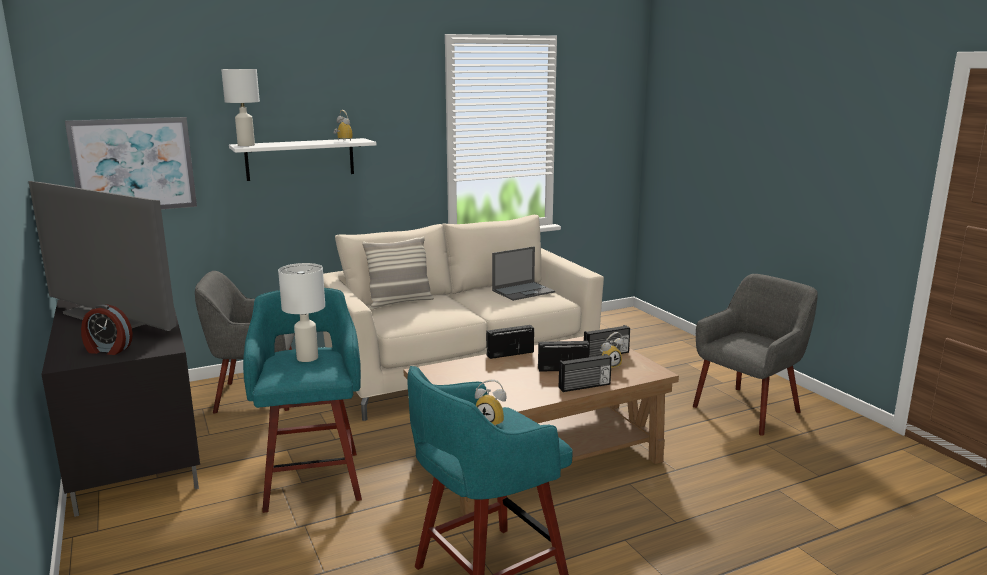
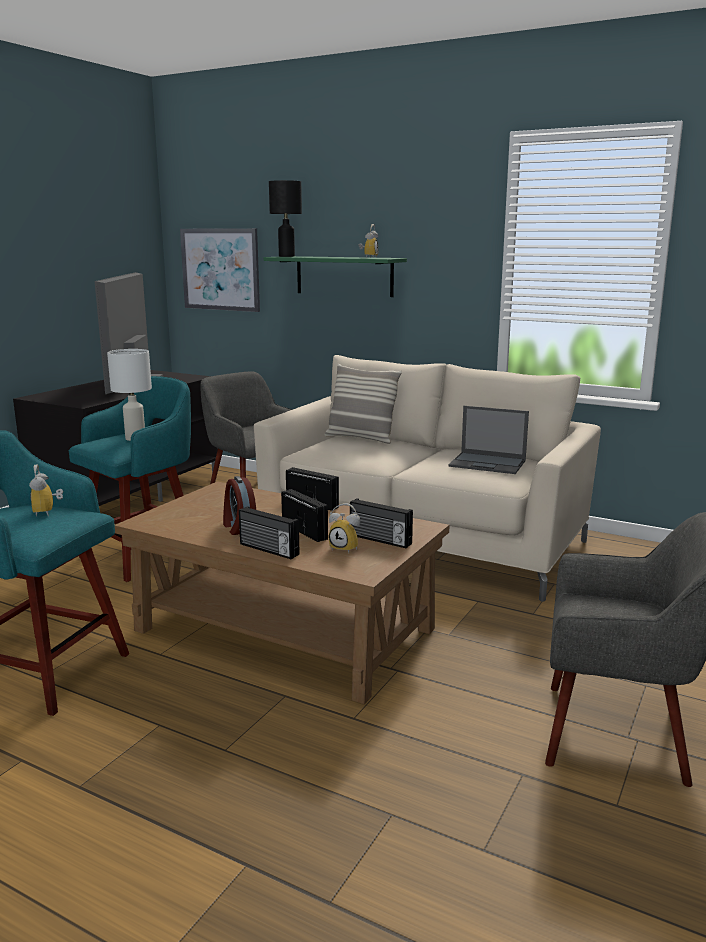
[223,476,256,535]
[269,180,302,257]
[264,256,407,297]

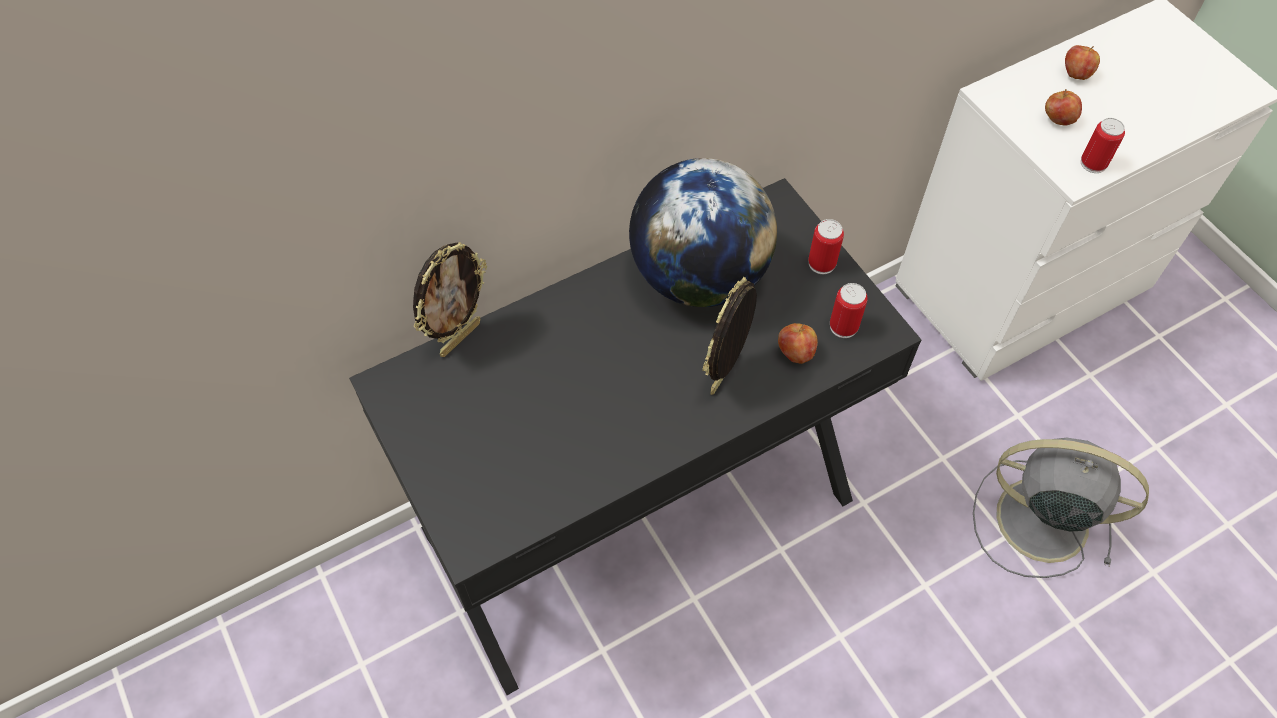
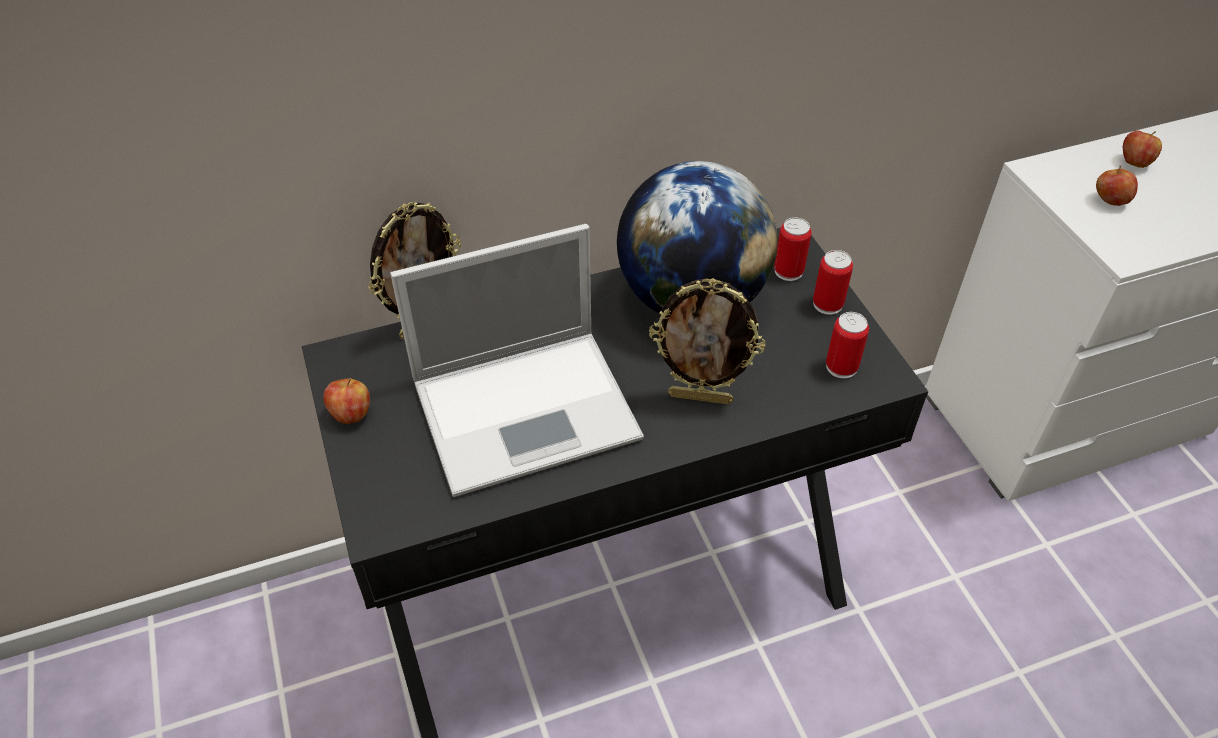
[973,438,1149,578] (first image)
[390,224,644,497]
[323,378,370,424]
[774,217,812,281]
[649,278,765,405]

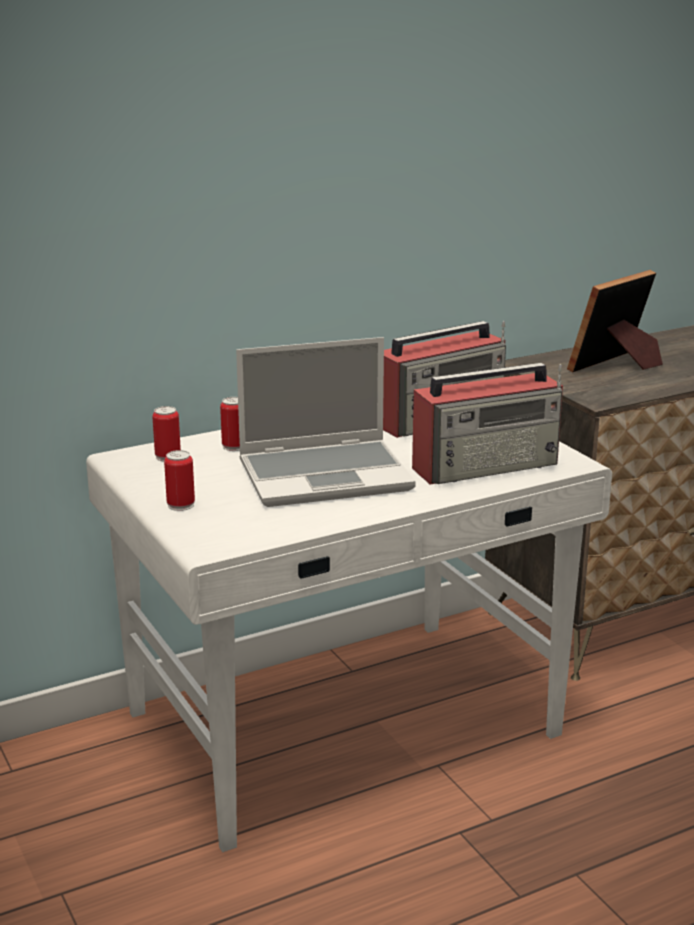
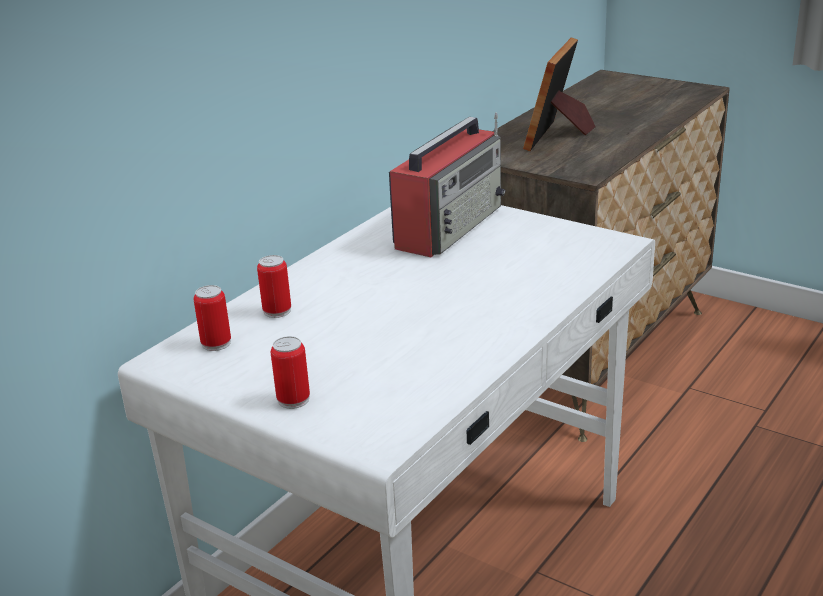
[236,337,416,507] (first image)
[412,363,563,485] (first image)

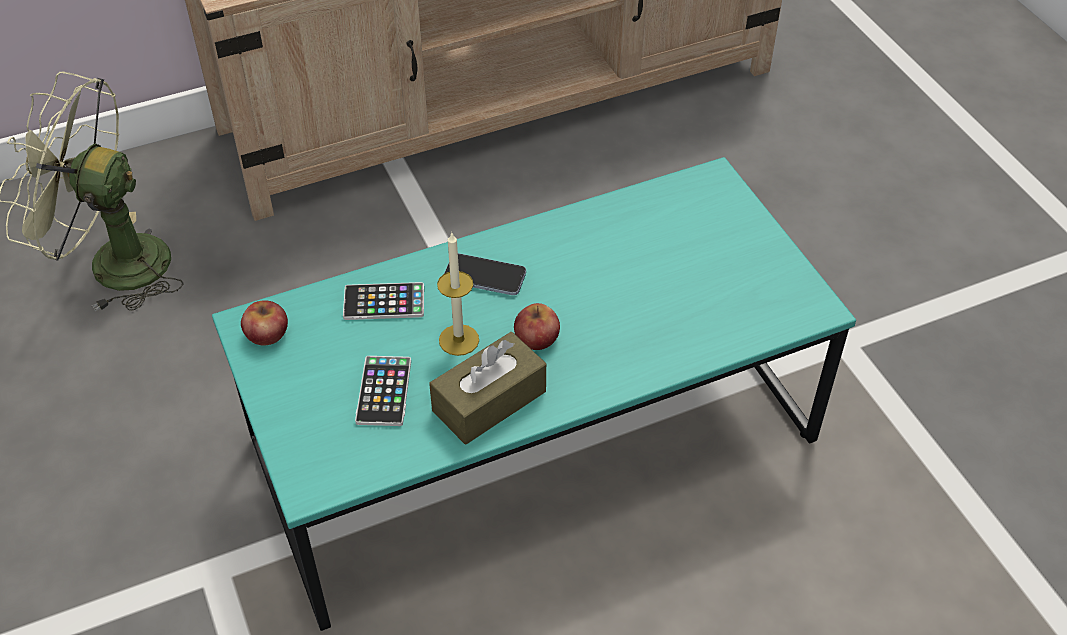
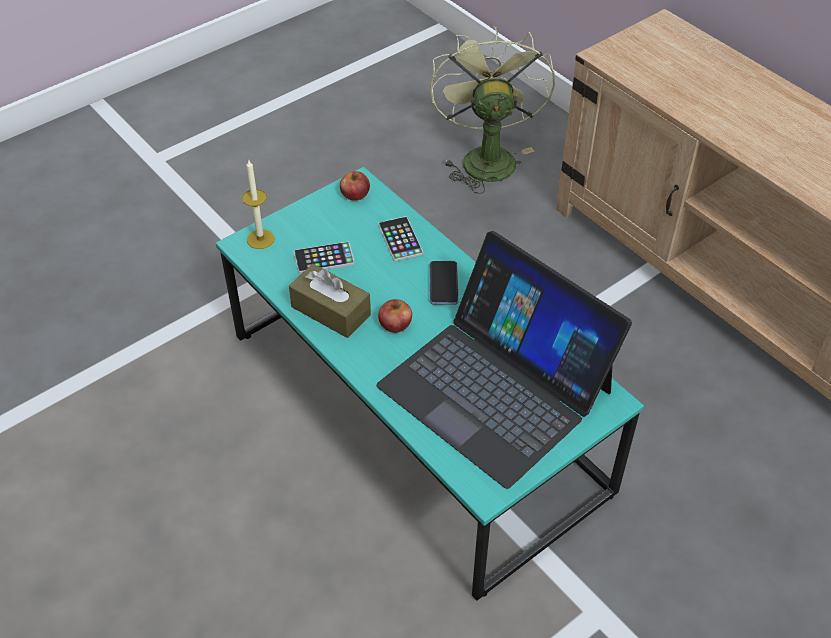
[376,231,632,489]
[242,159,275,249]

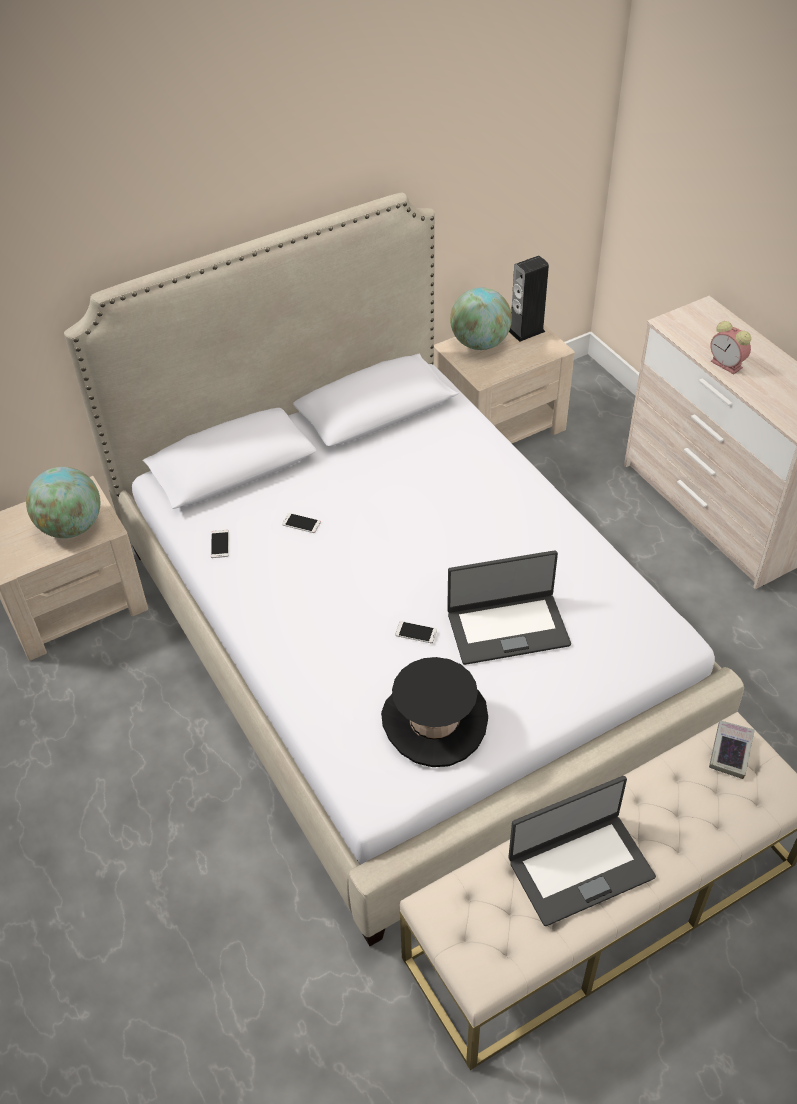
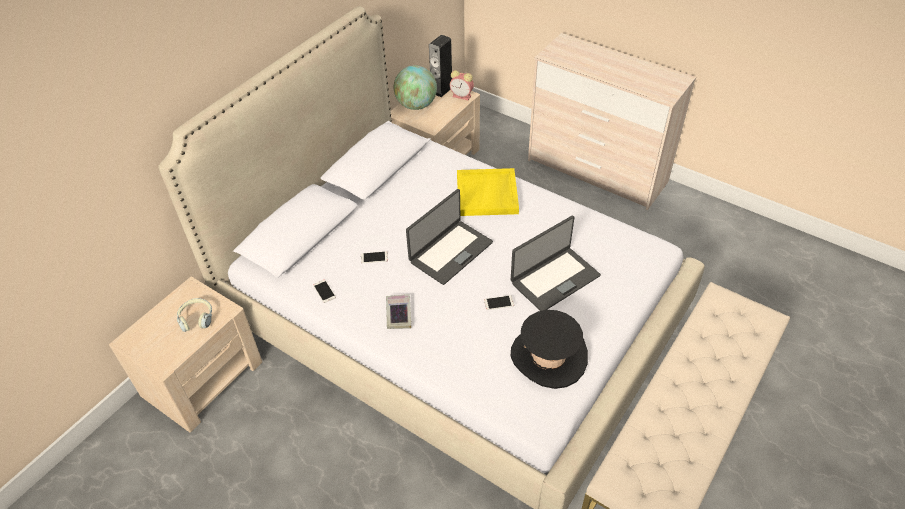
[457,168,519,216]
[406,189,493,285]
[386,294,411,329]
[450,70,474,100]
[177,298,212,332]

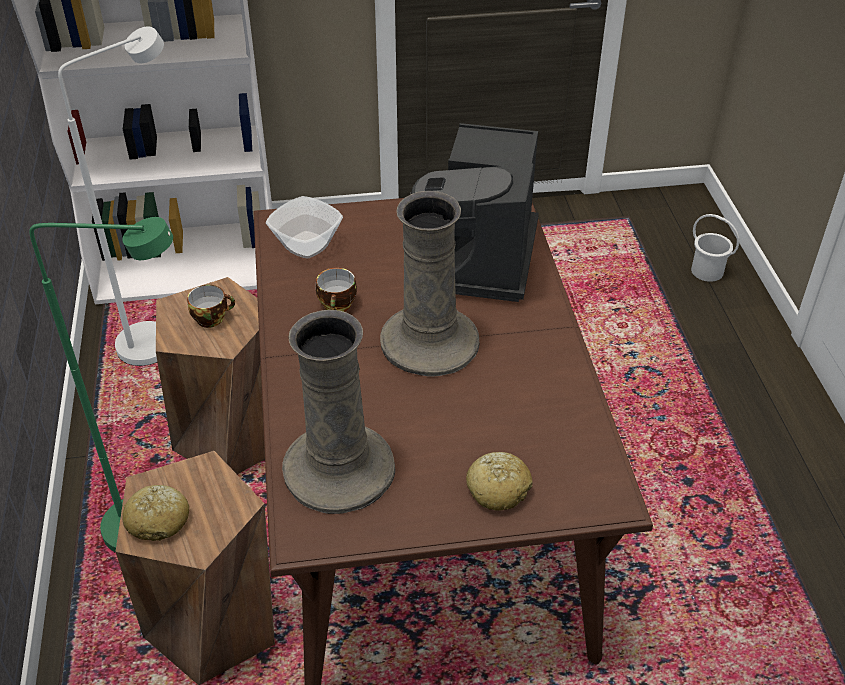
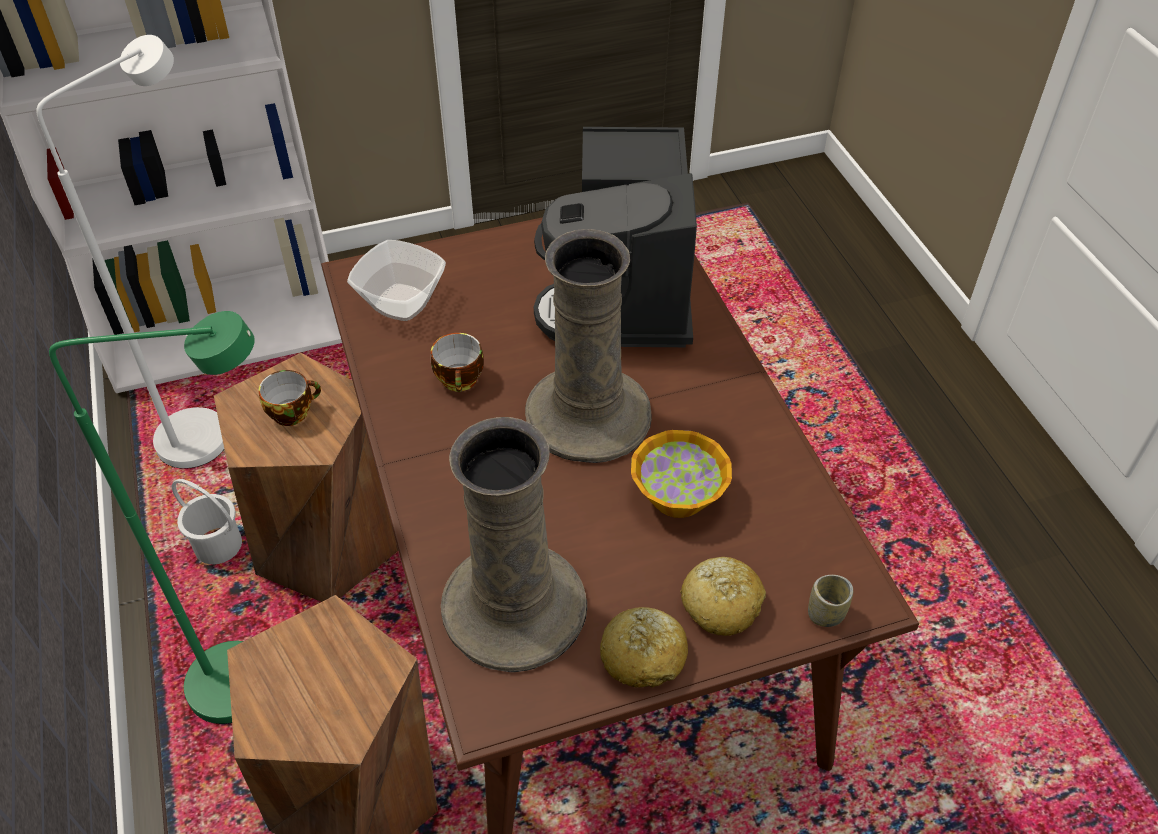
[631,430,732,518]
[808,575,853,627]
[600,607,688,688]
[172,479,242,564]

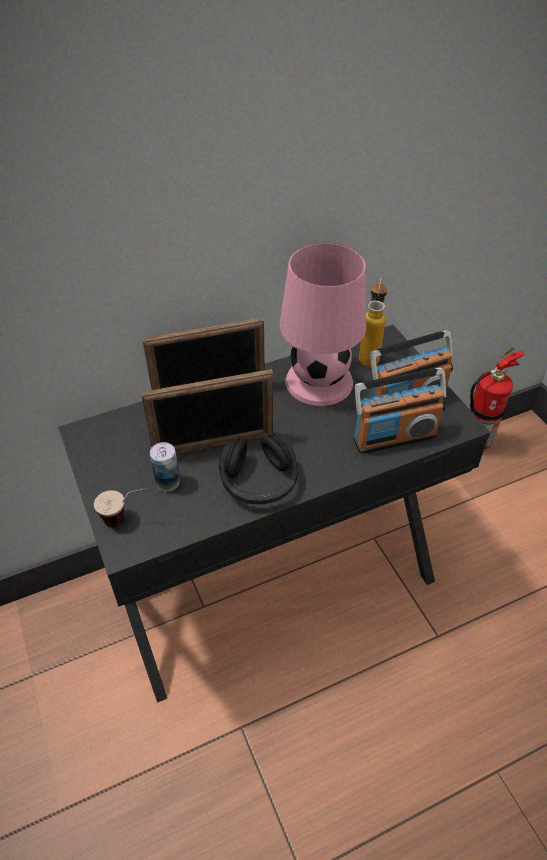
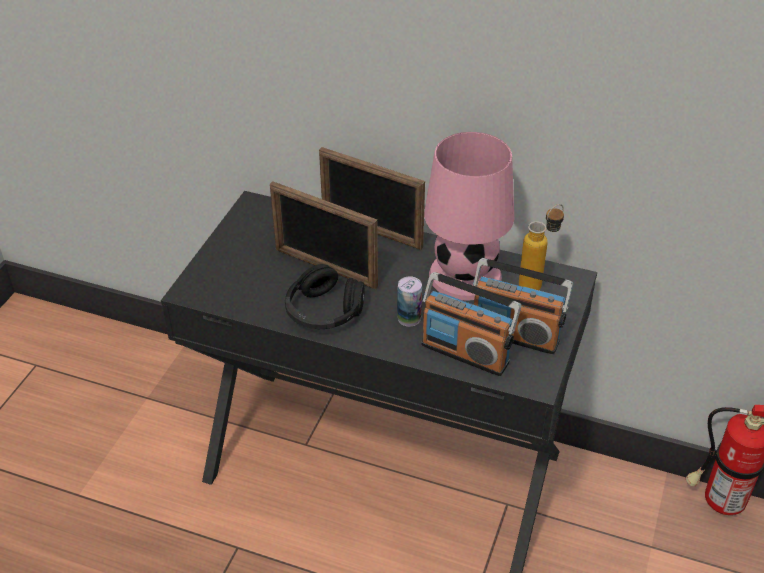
[94,488,147,527] (first image)
[397,276,422,327]

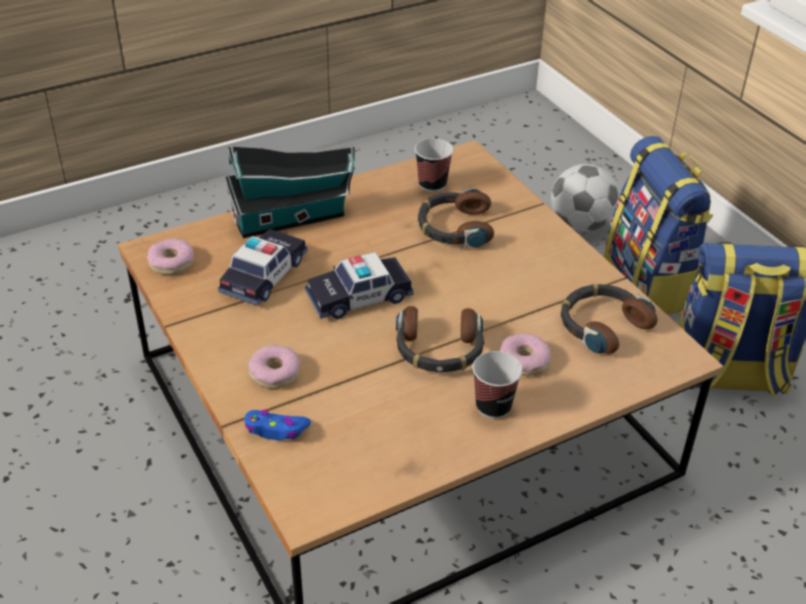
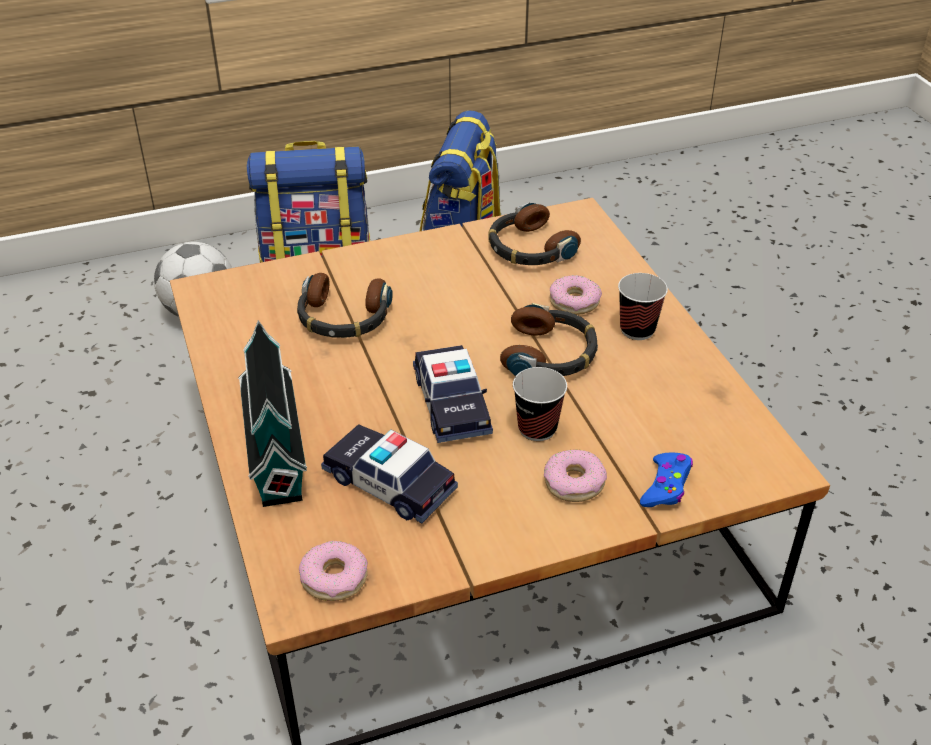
[513,367,567,441]

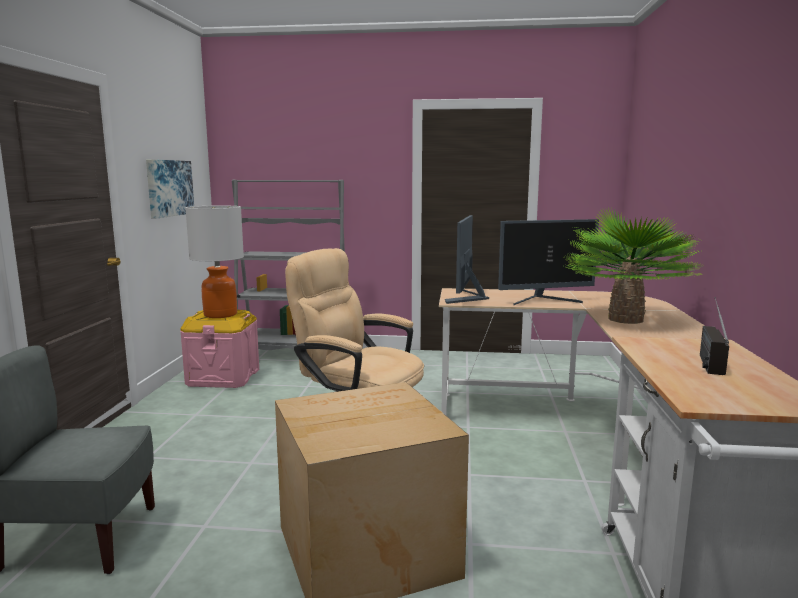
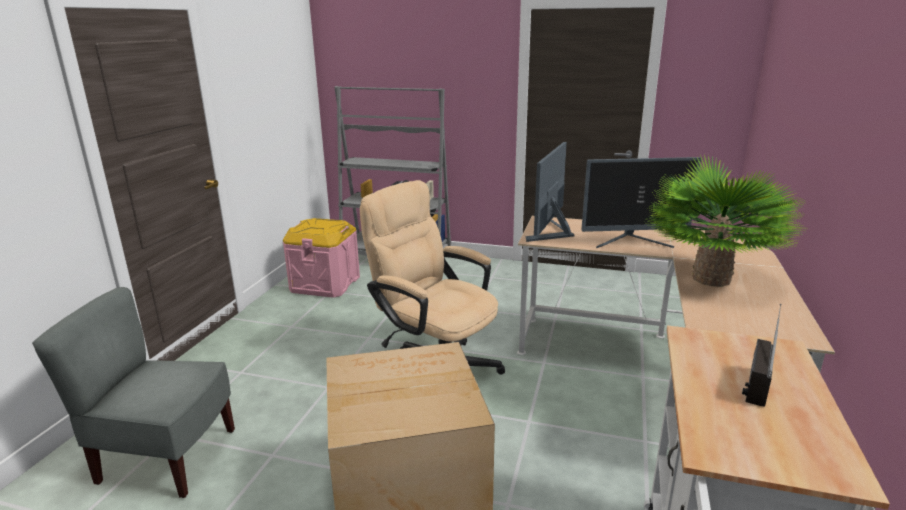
[146,159,194,219] (first image)
[185,206,244,318] (first image)

